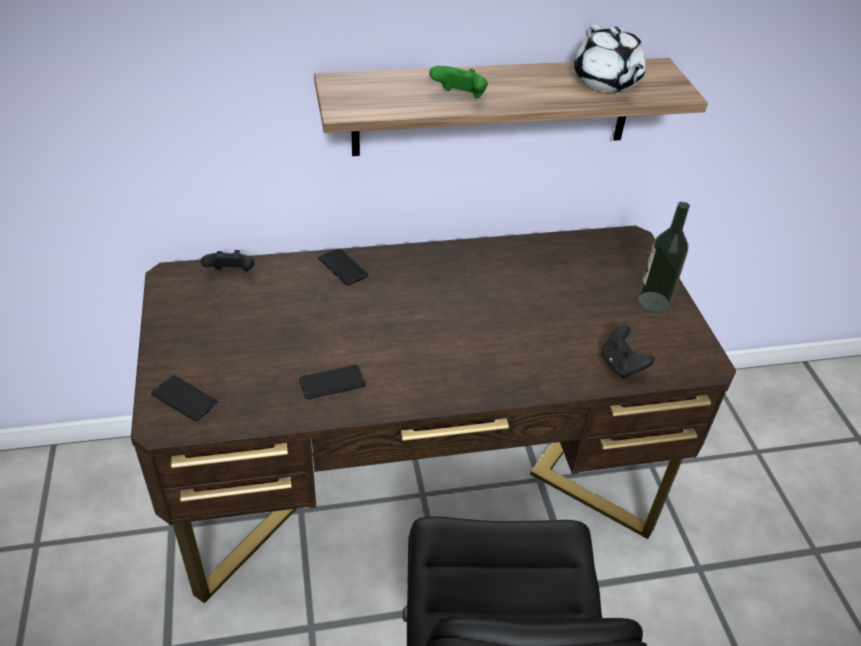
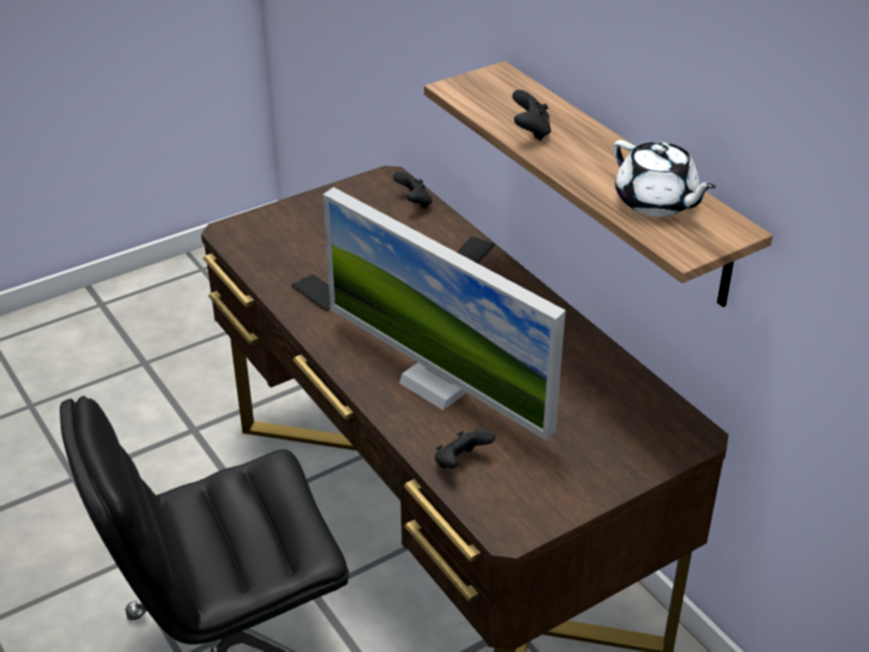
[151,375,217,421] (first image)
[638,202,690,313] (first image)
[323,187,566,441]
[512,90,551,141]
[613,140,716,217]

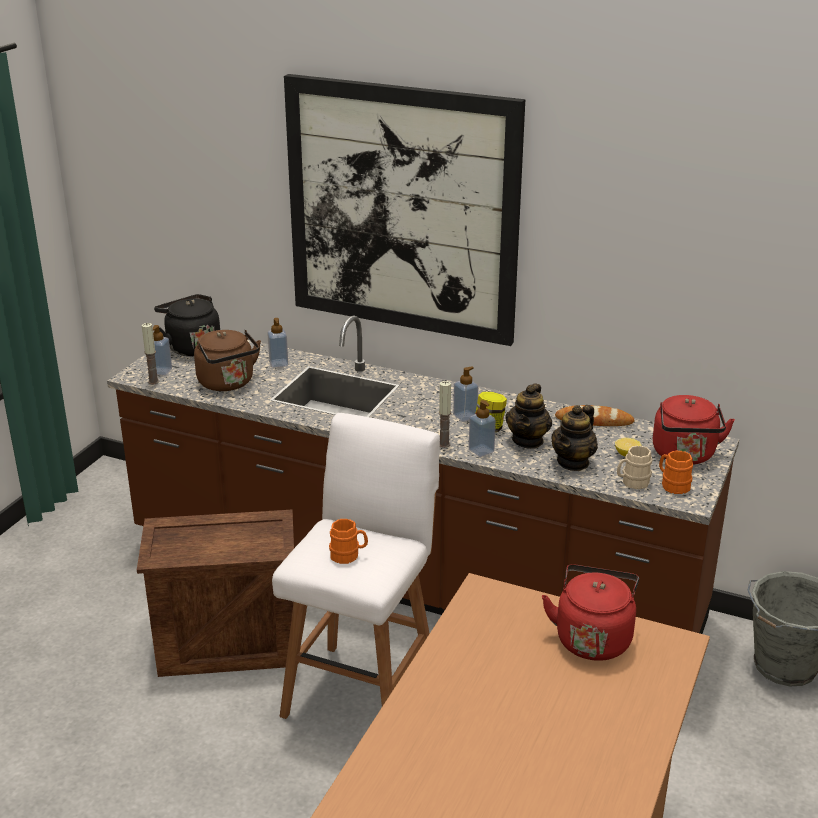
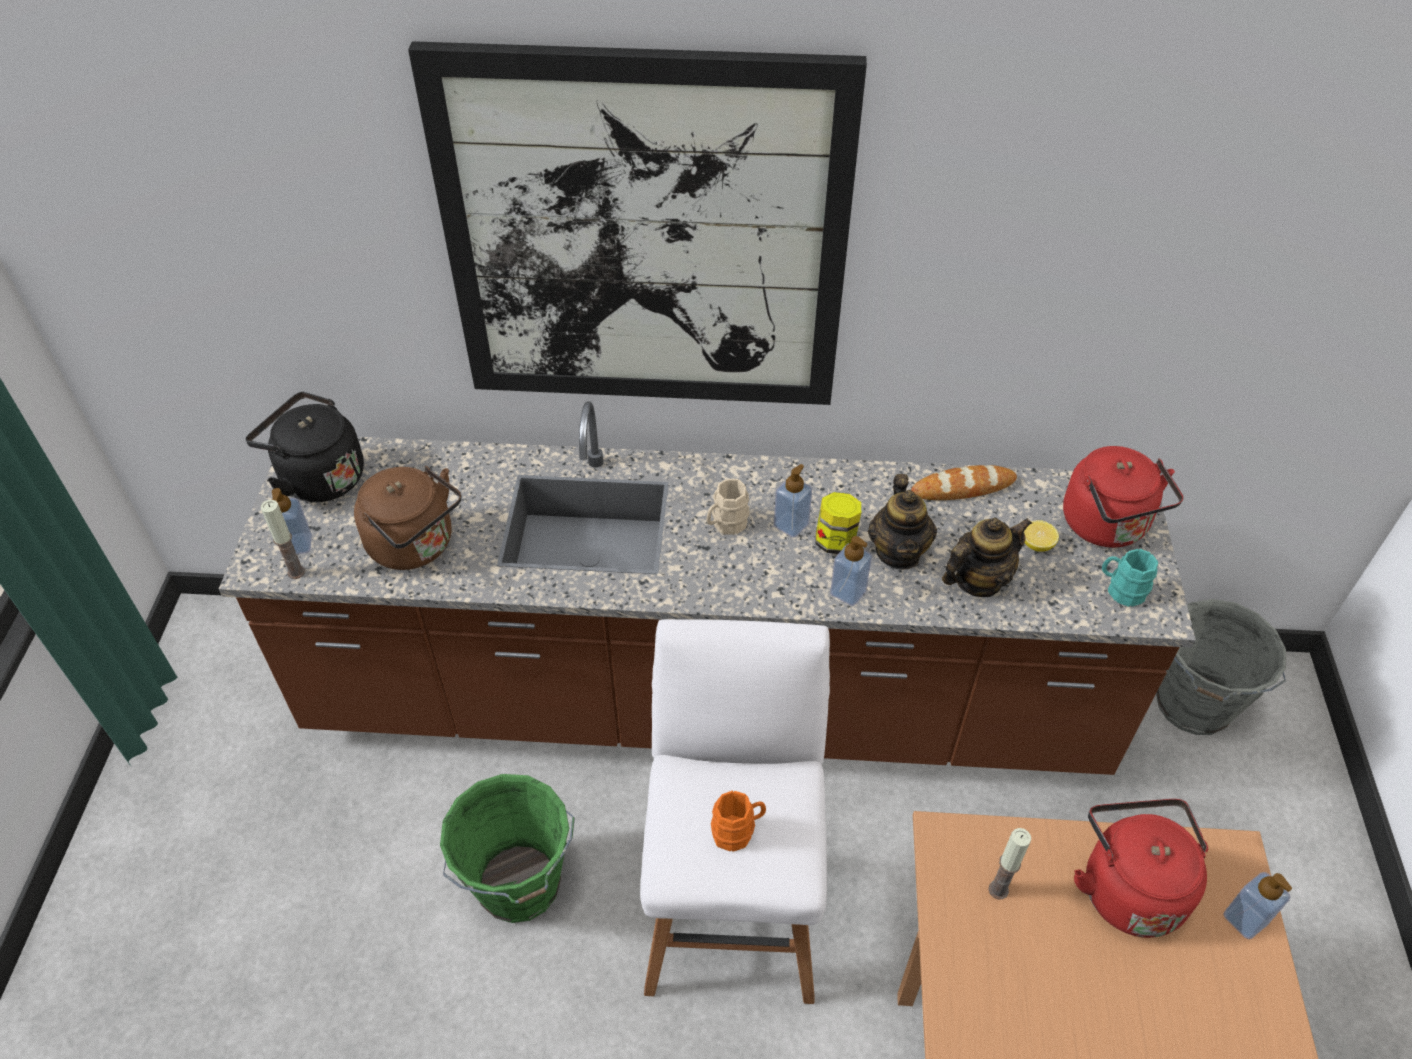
[1223,872,1292,939]
[988,828,1031,899]
[706,479,750,535]
[440,774,575,923]
[1102,549,1158,607]
[942,518,1032,597]

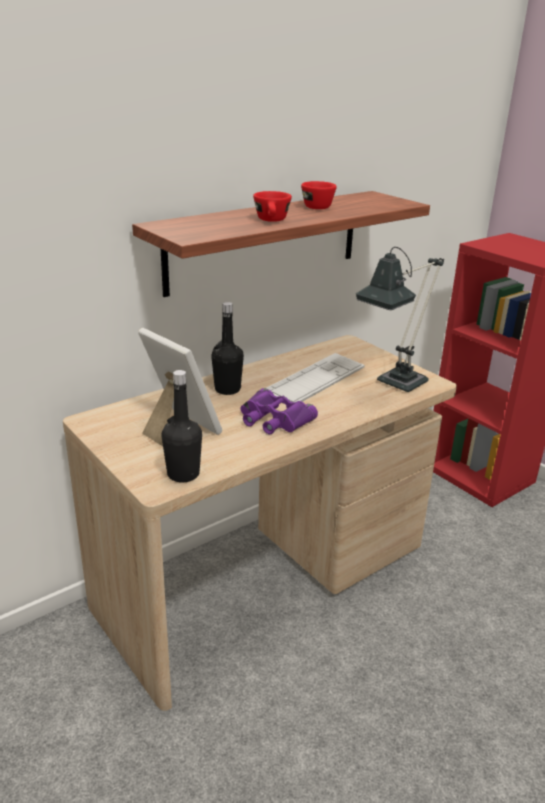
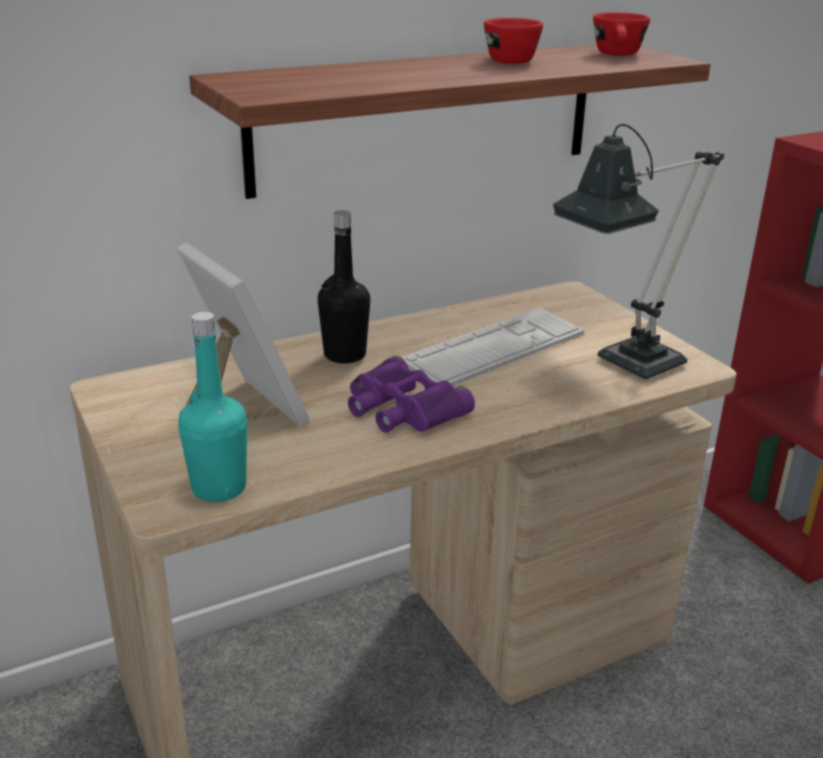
[593,12,650,56]
[178,312,247,502]

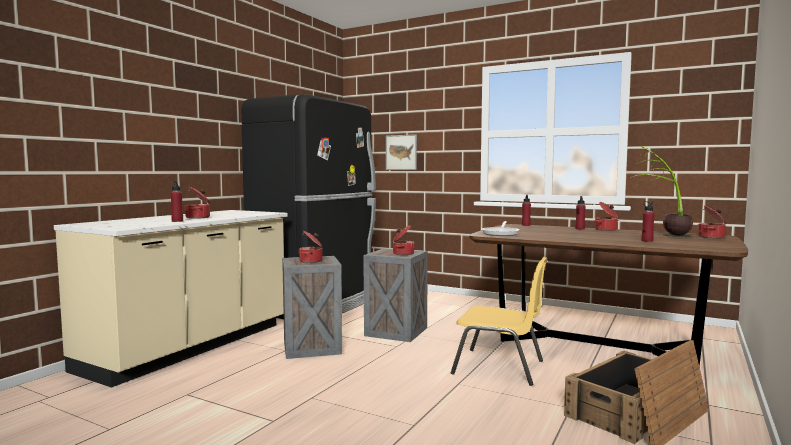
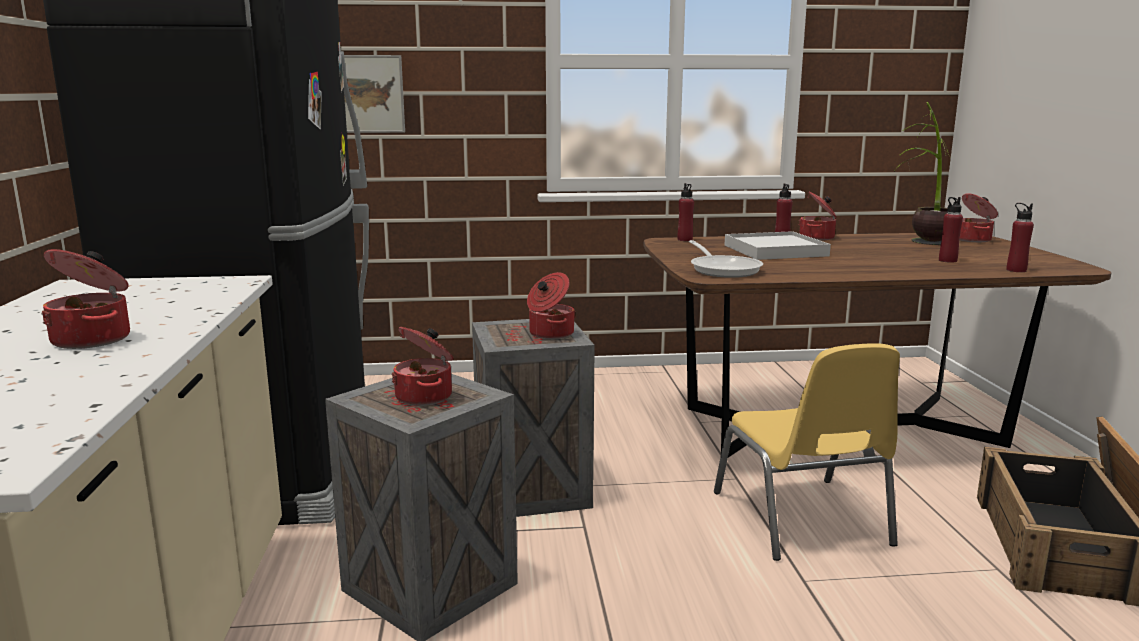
[725,231,831,260]
[1006,203,1034,272]
[714,344,900,561]

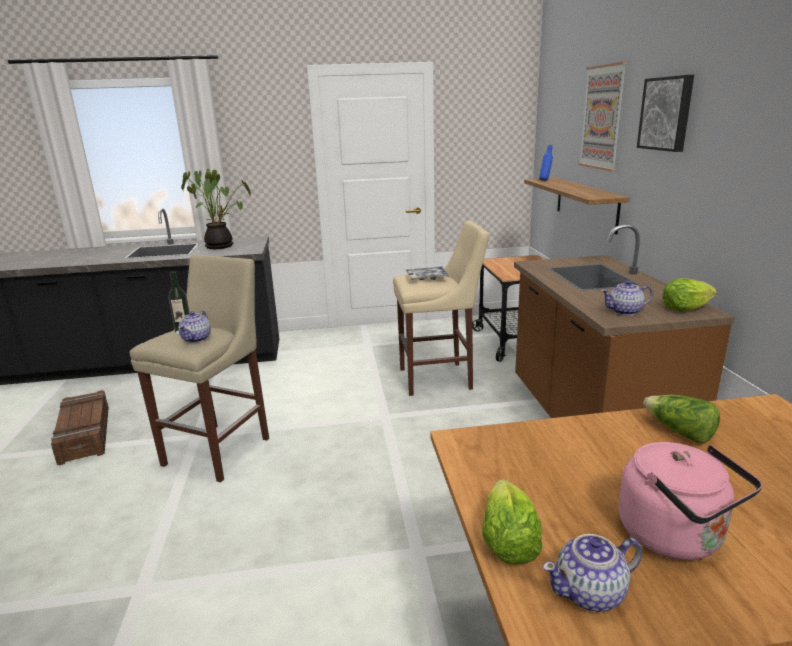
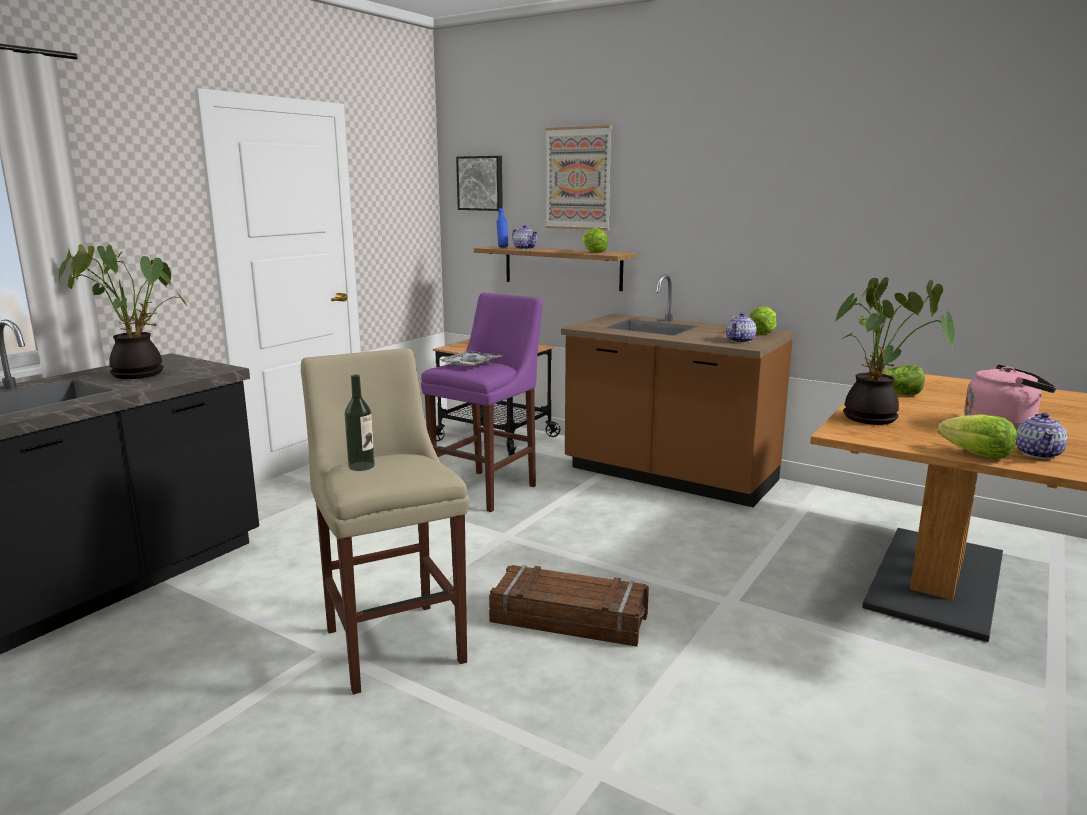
[583,228,608,253]
[834,277,955,425]
[489,565,649,647]
[512,225,537,250]
[456,156,503,211]
[421,293,543,512]

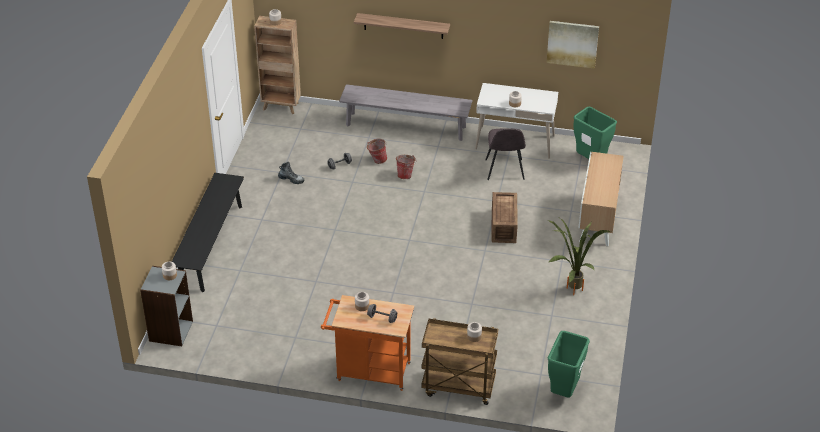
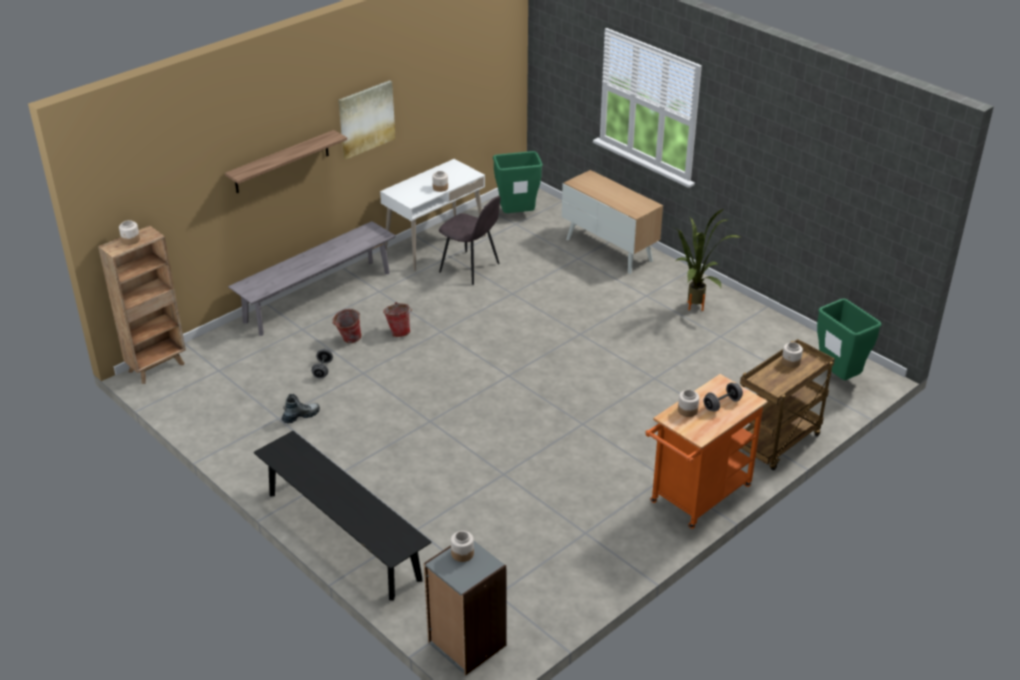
[492,192,518,243] (first image)
[339,80,395,159]

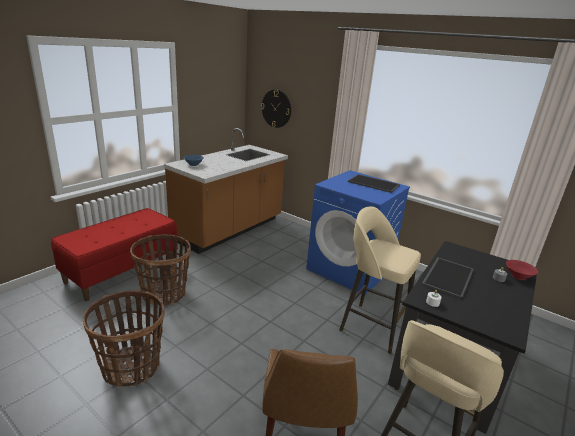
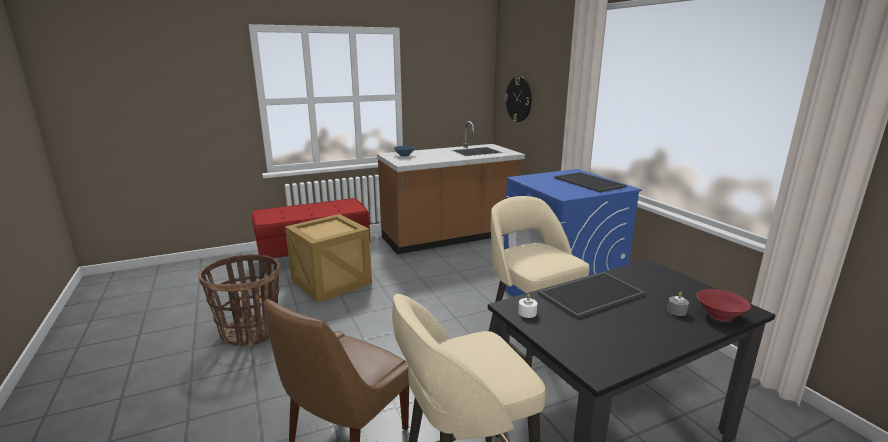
[285,214,372,302]

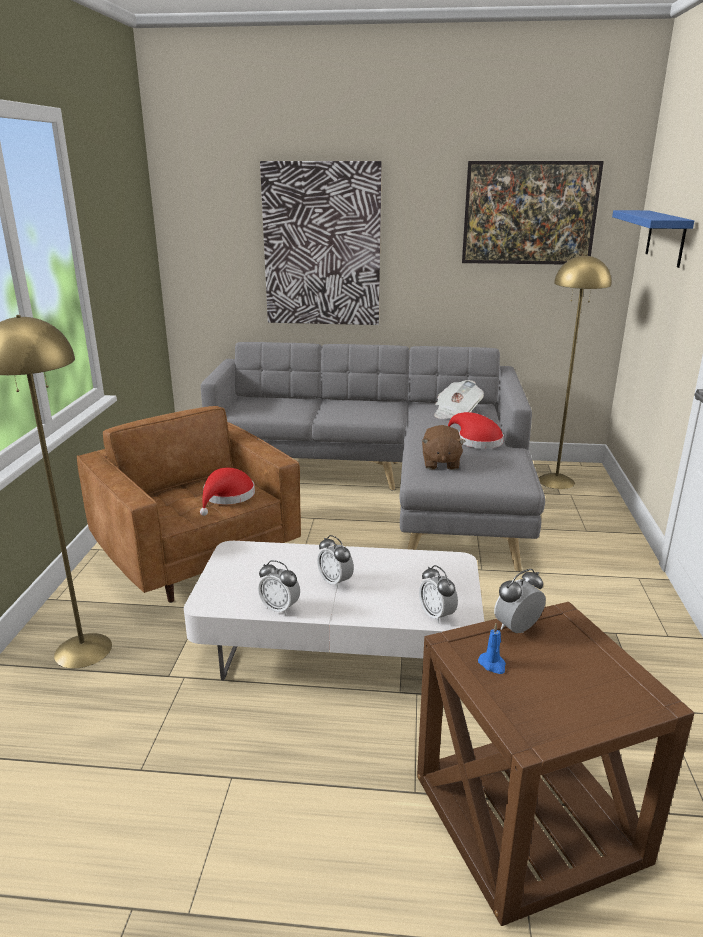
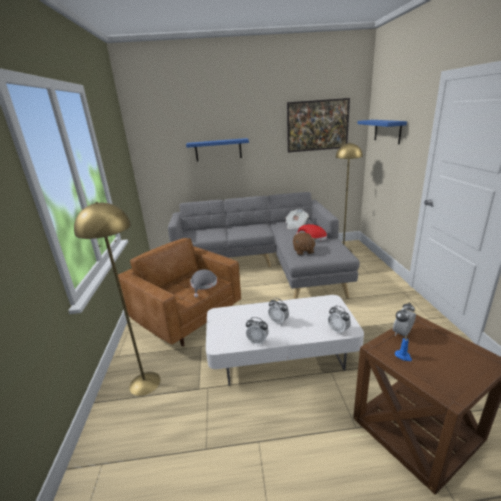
[186,138,249,161]
[190,269,217,297]

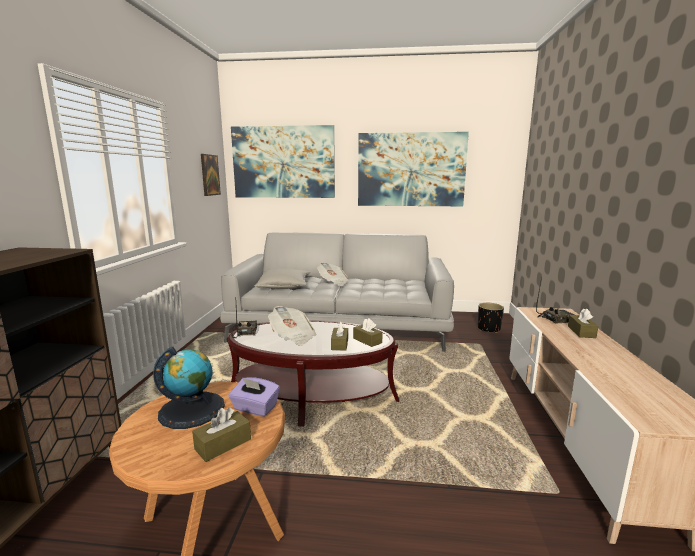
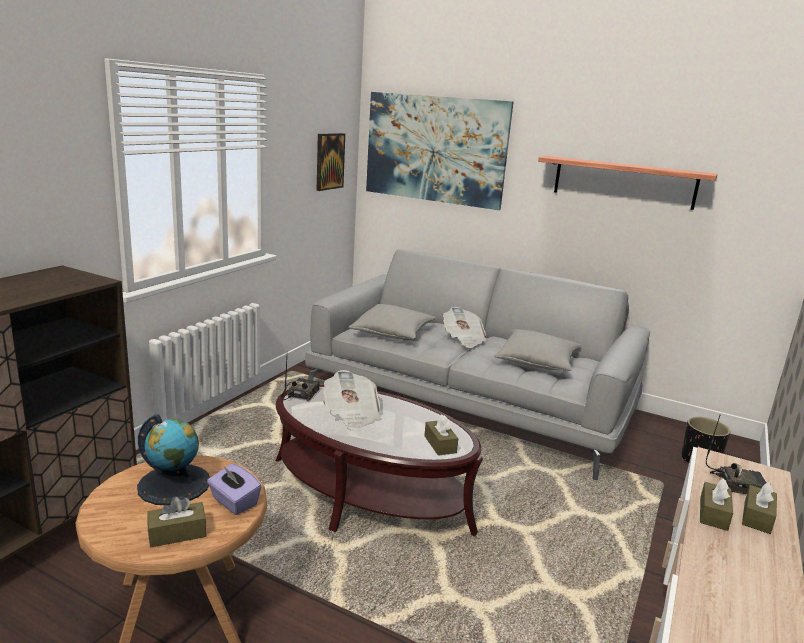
[494,329,582,371]
[700,479,733,531]
[538,156,717,210]

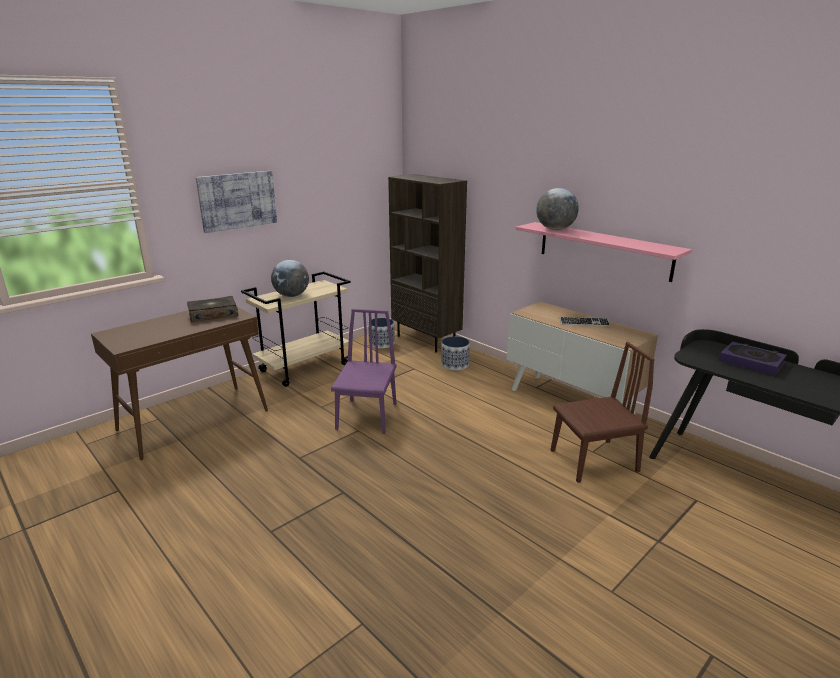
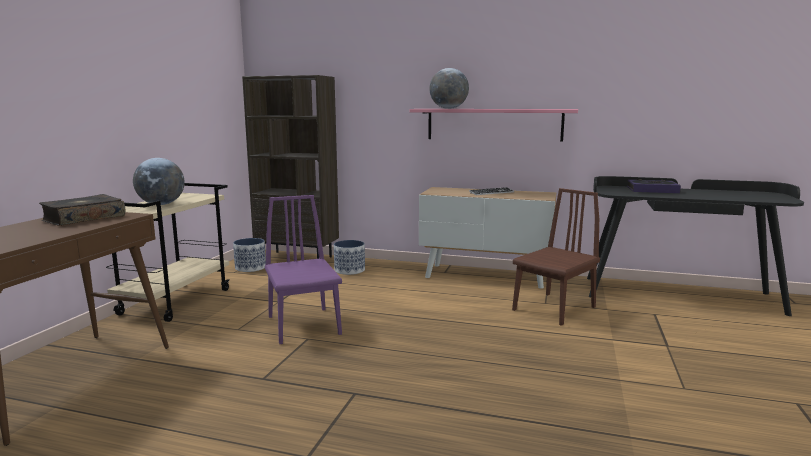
[196,171,277,233] (first image)

